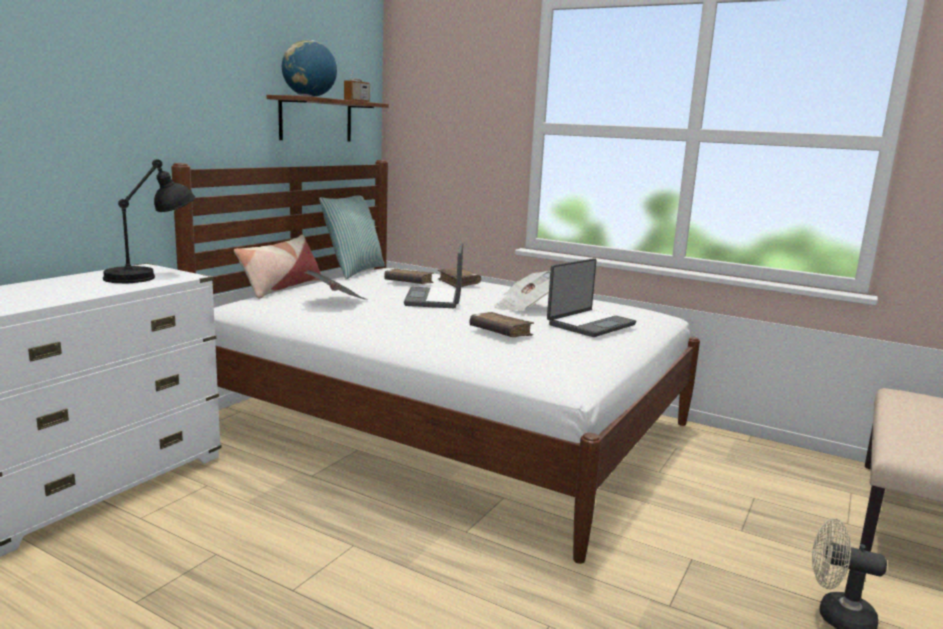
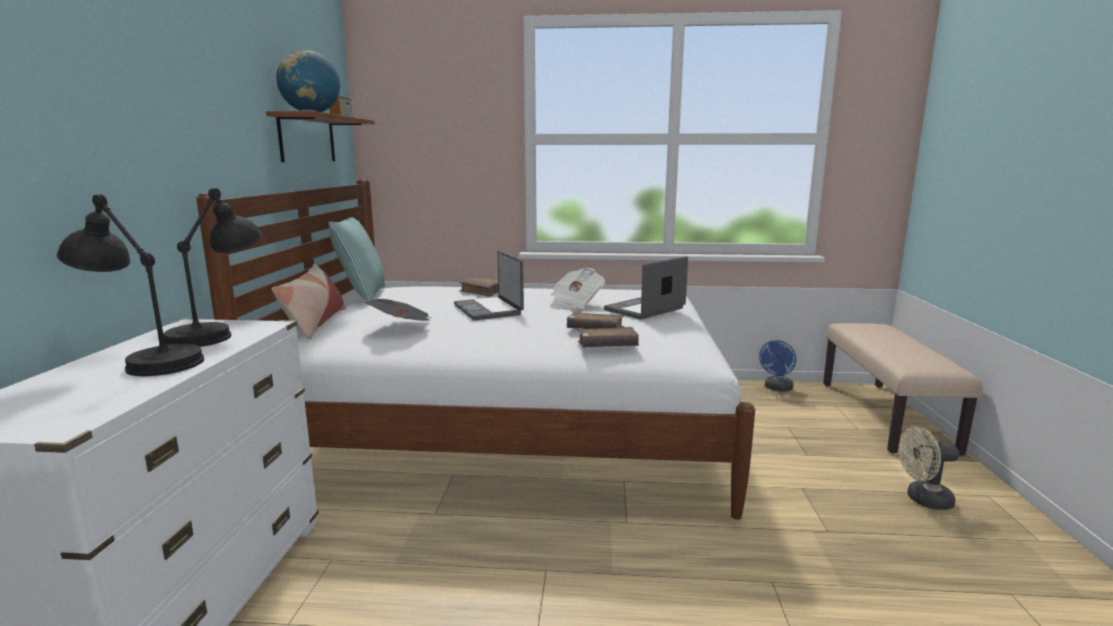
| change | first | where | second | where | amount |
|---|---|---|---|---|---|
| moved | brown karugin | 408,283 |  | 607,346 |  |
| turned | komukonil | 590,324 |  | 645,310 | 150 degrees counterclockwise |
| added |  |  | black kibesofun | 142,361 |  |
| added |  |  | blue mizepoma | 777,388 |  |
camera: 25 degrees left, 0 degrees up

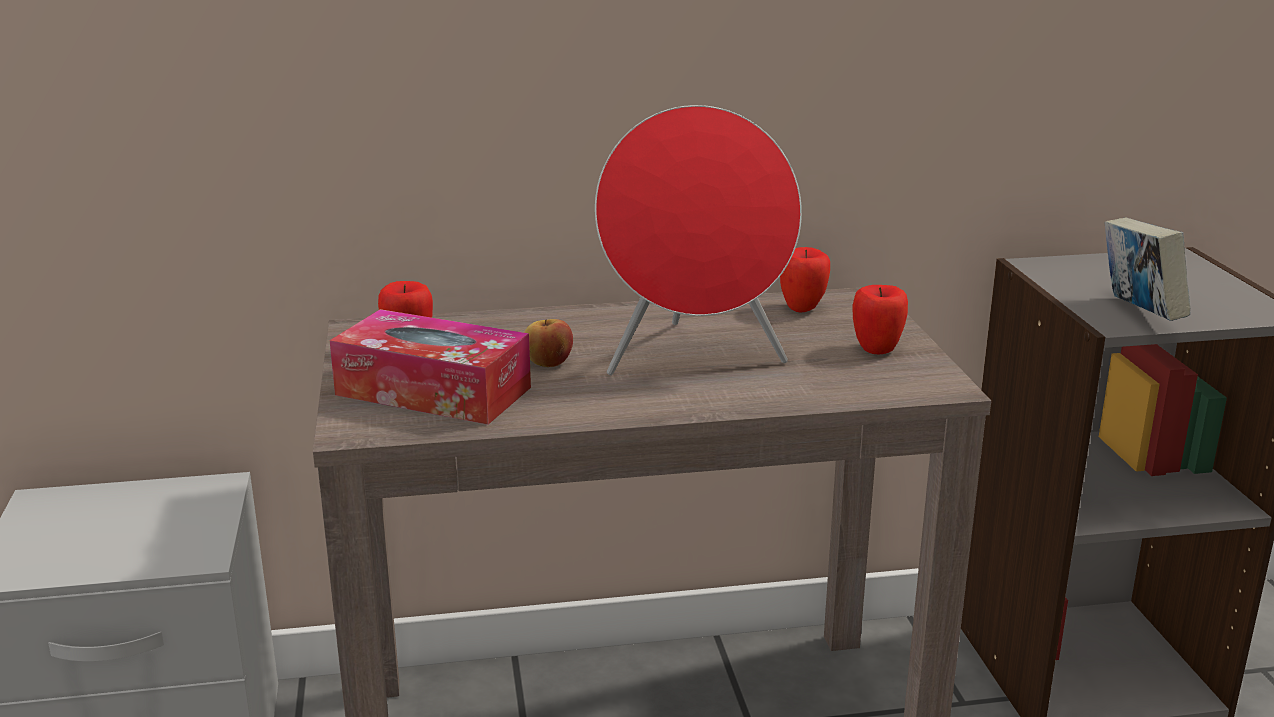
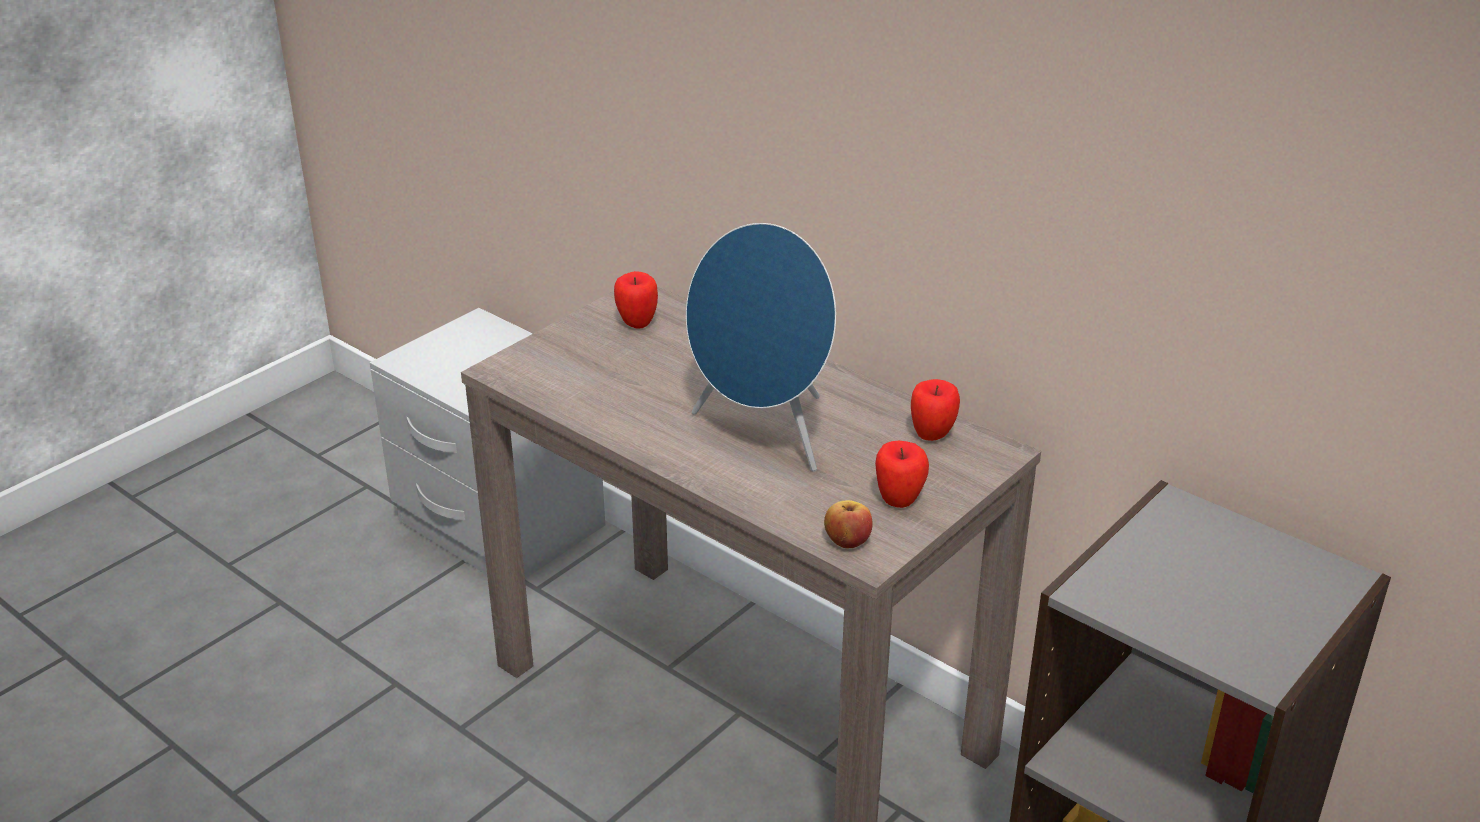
| change | first | where | second | where | amount |
|---|---|---|---|---|---|
| removed | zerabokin | 433,391 |  |  |  |
| moved | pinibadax | 548,363 |  | 847,541 |  |
| recoloured | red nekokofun | 694,361 | blue nekokofun | 764,434 |  |
| removed | karugin | 1138,315 |  |  |  |
camera: 50 degrees right, 10 degrees up

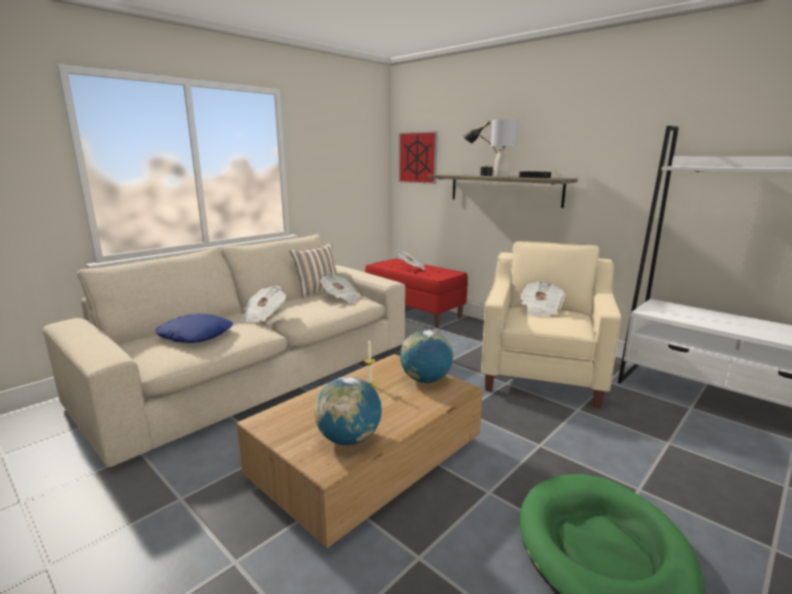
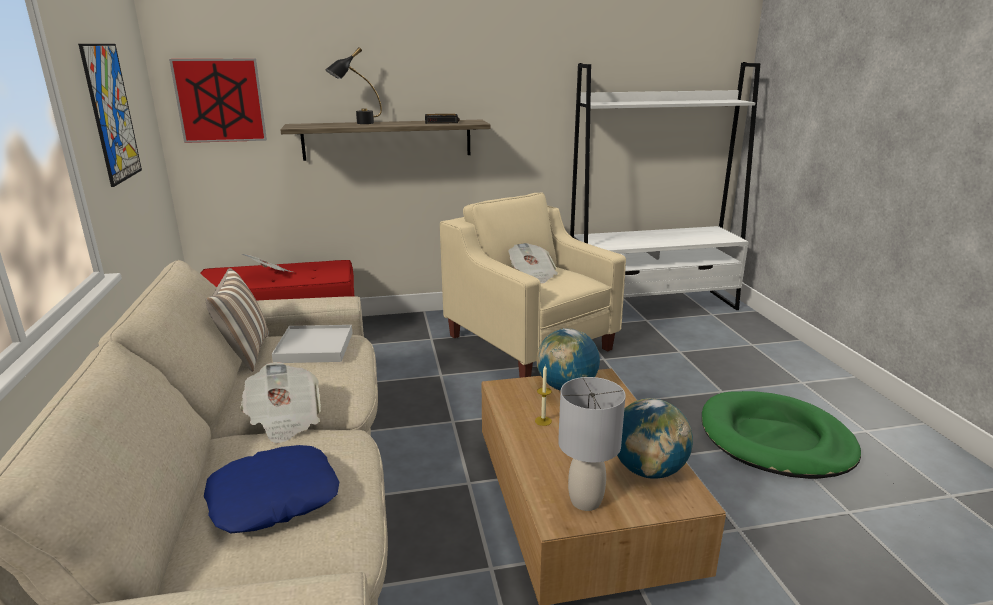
| change | first | where | second | where | amount |
|---|---|---|---|---|---|
| replaced | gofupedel | 341,298 | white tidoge | 315,347 |  |
| moved | grey kibesofun | 501,176 |  | 585,501 |  |
| added |  |  | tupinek | 112,113 |  |
camera: 55 degrees left, 5 degrees up

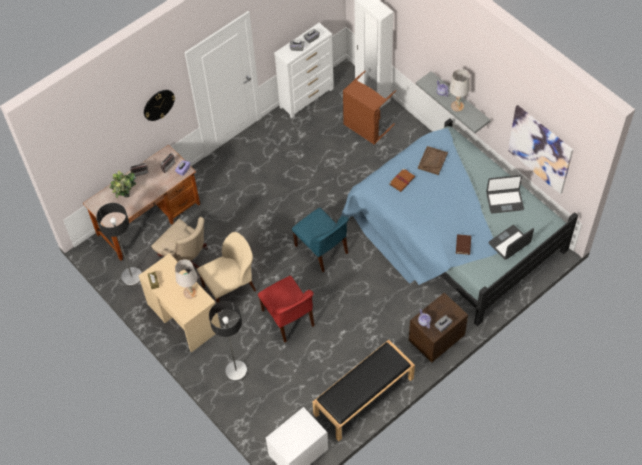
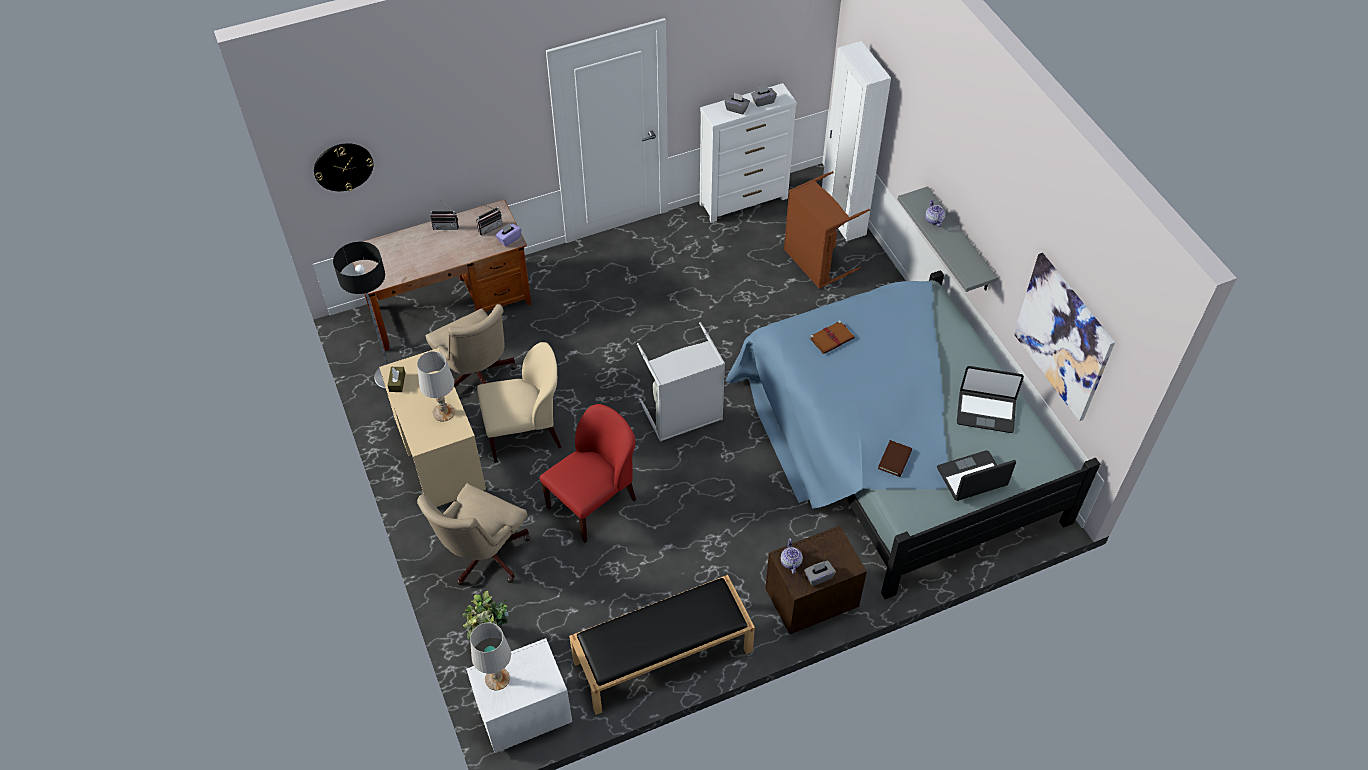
| change | first | where | second | where | amount |
|---|---|---|---|---|---|
| moved | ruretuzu | 128,201 |  | 491,642 |  |
| moved | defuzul | 158,104 |  | 343,166 |  |
| replaced | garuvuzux | 236,371 | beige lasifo | 482,557 |  |
| turned | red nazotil | 288,319 |  | 593,503 | 120 degrees counterclockwise |
| replaced | blue nazotil | 322,250 | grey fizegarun | 684,417 |  |
| removed | brown tidoge | 432,161 |  |  |  |
| moved | white kibesofun | 457,106 |  | 497,678 |  |
camera: 15 degrees right, 5 degrees down

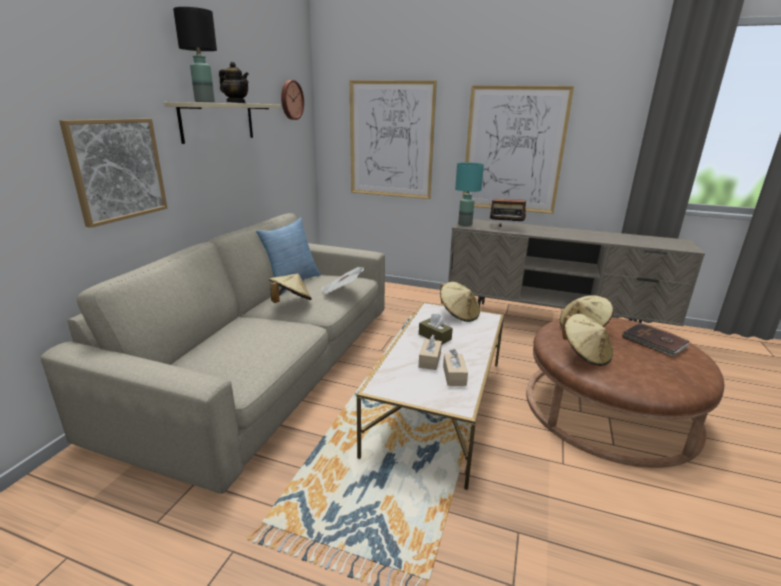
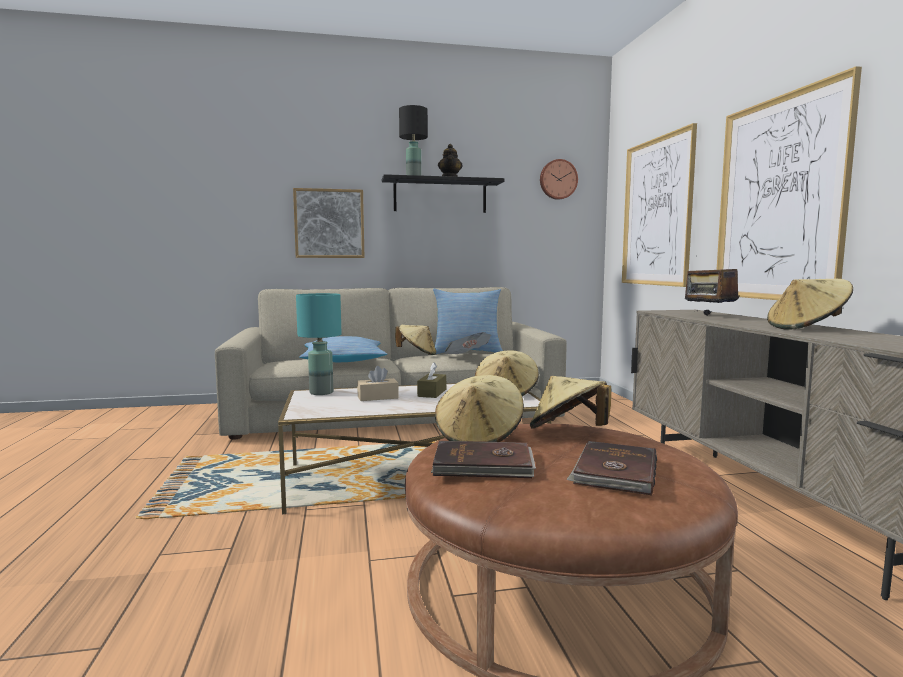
| change | first | where | second | where | amount |
|---|---|---|---|---|---|
| recoloured | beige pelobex | 218,121 | black pelobex | 440,196 |  |
| removed | beige zerabokin | 454,376 |  |  |  |
| moved | turquoise kibesofun | 465,224 |  | 322,392 |  |
| added |  |  | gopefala | 343,361 |  |
| added |  |  | brown karugin | 483,465 |  |
| added |  |  | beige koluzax | 806,328 |  |
camera: 60 degrees right, 15 degrees down

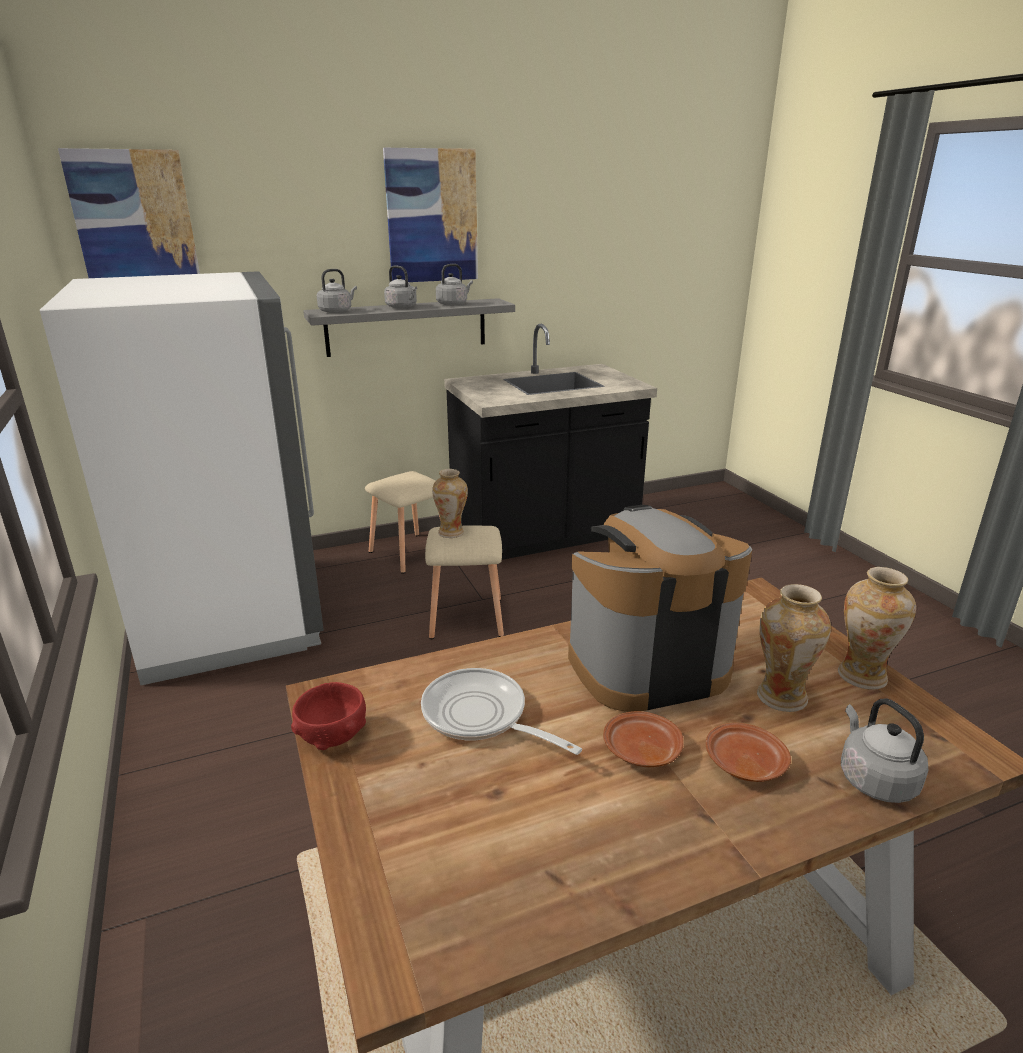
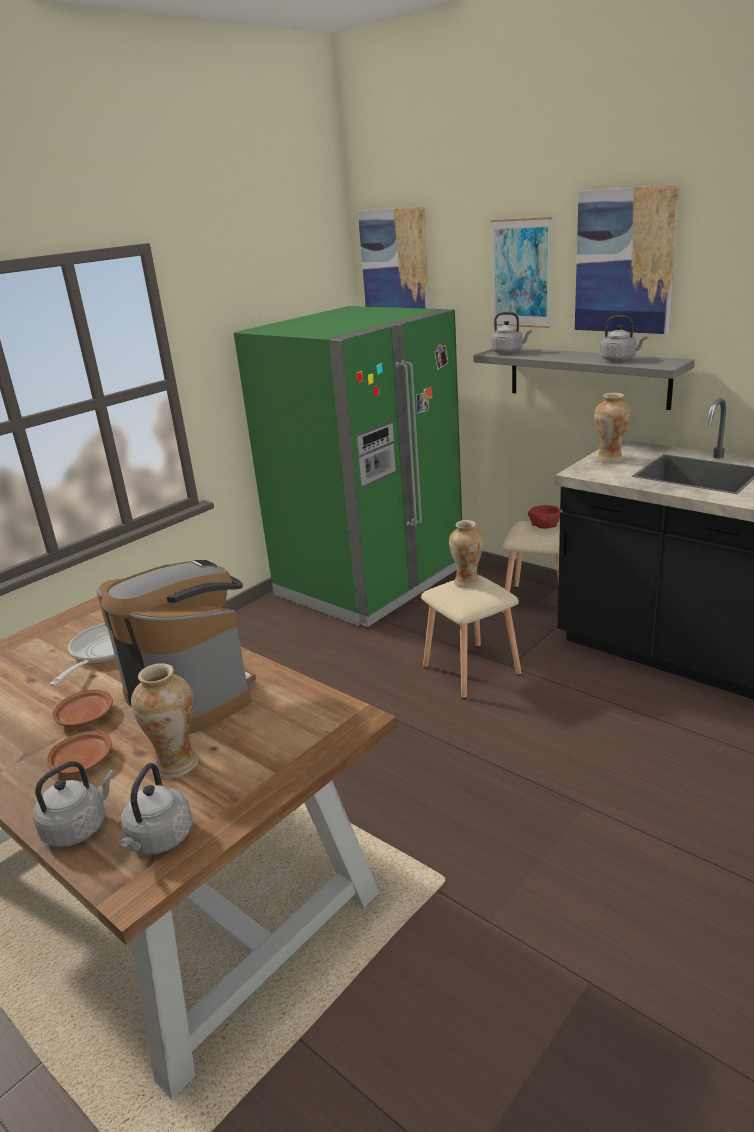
| change | first | where | second | where | amount |
|---|---|---|---|---|---|
| recoloured | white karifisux | 232,615 | green karifisux | 370,582 |  |
| moved | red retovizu | 333,736 |  | 544,527 |  |
| moved | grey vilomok | 402,307 |  | 159,840 |  |
| moved | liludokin | 861,676 |  | 609,459 |  |
| added |  |  | tupinek | 521,273 |  |
camera: 65 degrees right, 0 degrees up

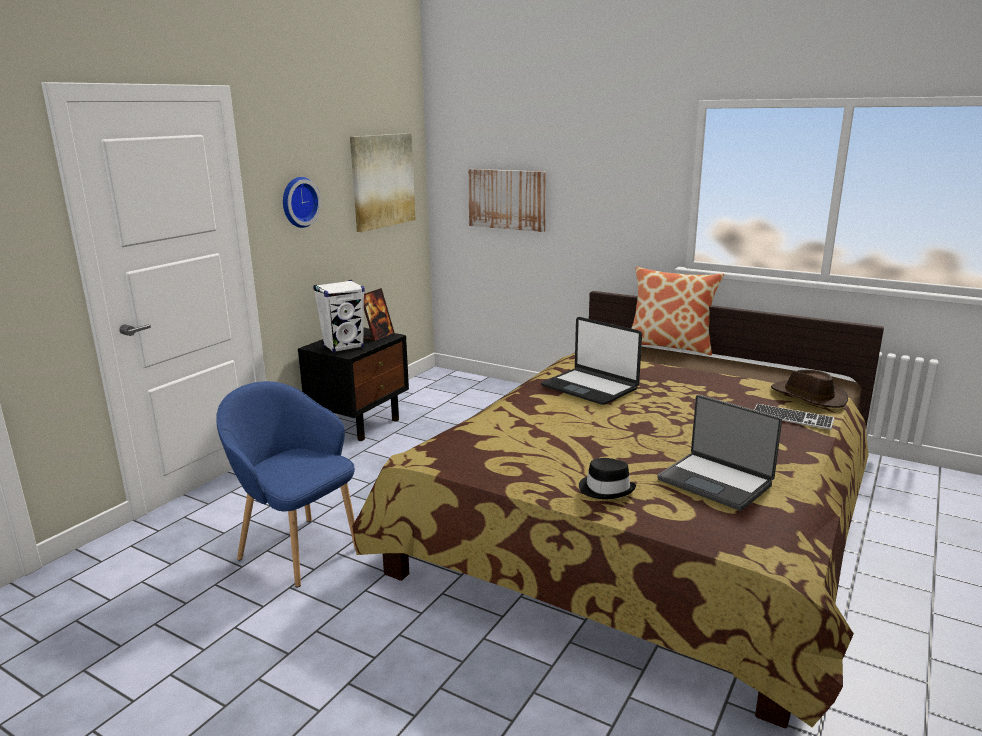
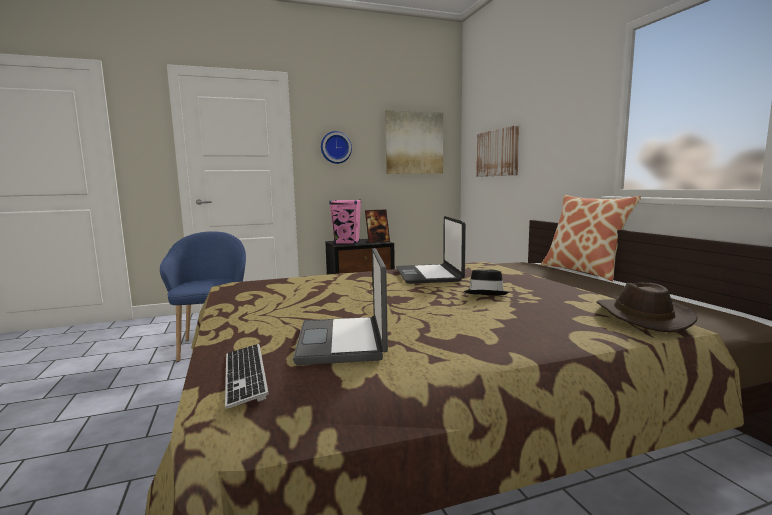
| change | first | where | second | where | amount |
|---|---|---|---|---|---|
| recoloured | white nekokofun | 343,347 | pink nekokofun | 347,243 |  |
| moved | black koluzax | 606,489 |  | 486,293 |  |
| moved | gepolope | 792,418 |  | 245,375 |  |
camera: 40 degrees right, 10 degrees down

